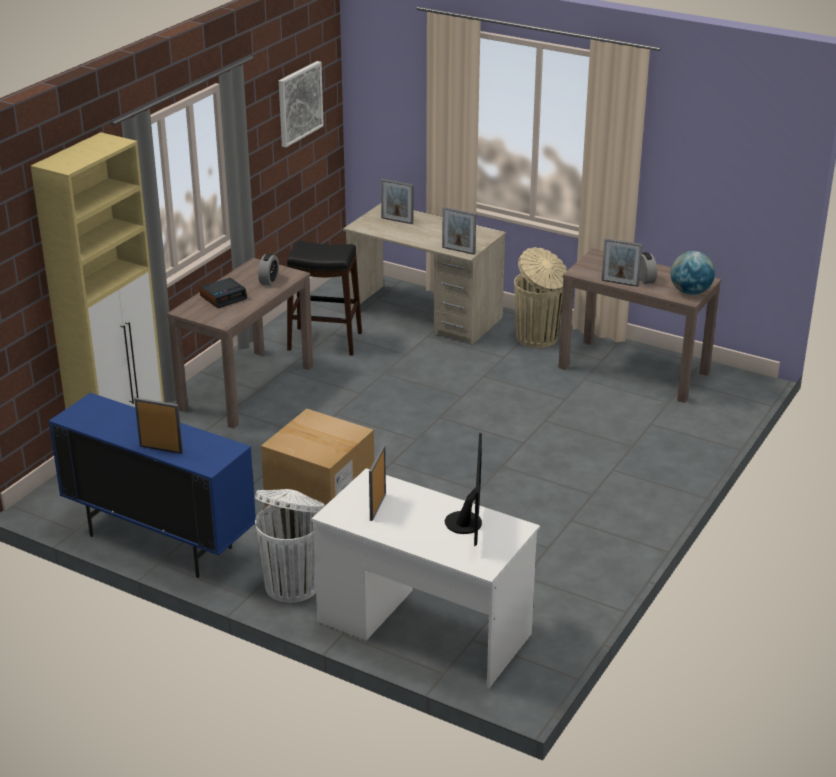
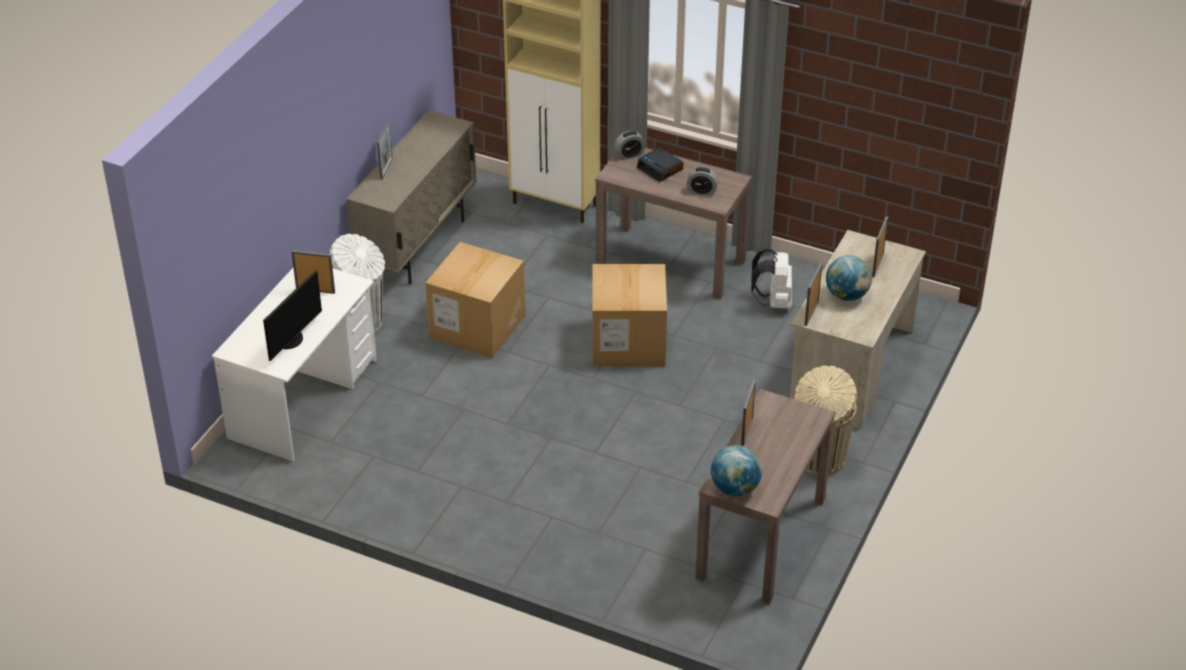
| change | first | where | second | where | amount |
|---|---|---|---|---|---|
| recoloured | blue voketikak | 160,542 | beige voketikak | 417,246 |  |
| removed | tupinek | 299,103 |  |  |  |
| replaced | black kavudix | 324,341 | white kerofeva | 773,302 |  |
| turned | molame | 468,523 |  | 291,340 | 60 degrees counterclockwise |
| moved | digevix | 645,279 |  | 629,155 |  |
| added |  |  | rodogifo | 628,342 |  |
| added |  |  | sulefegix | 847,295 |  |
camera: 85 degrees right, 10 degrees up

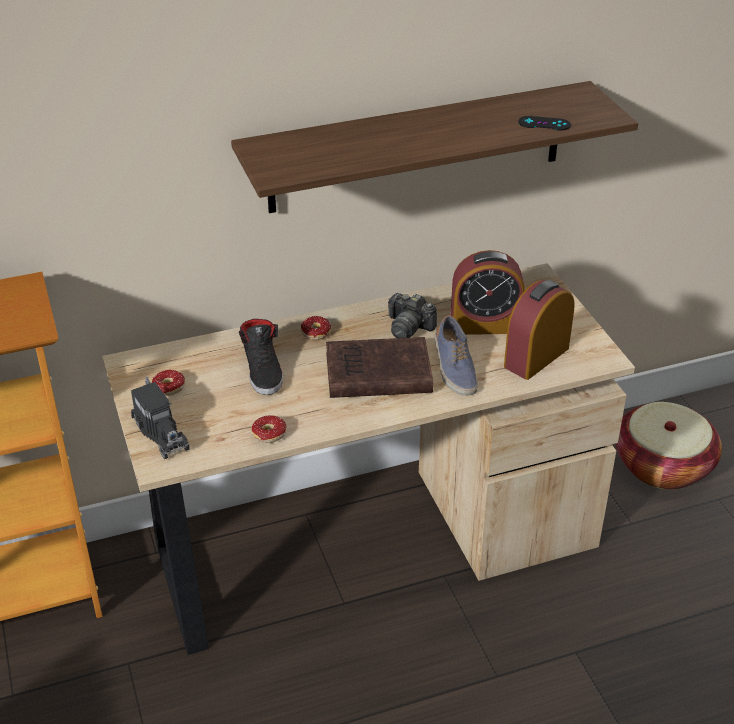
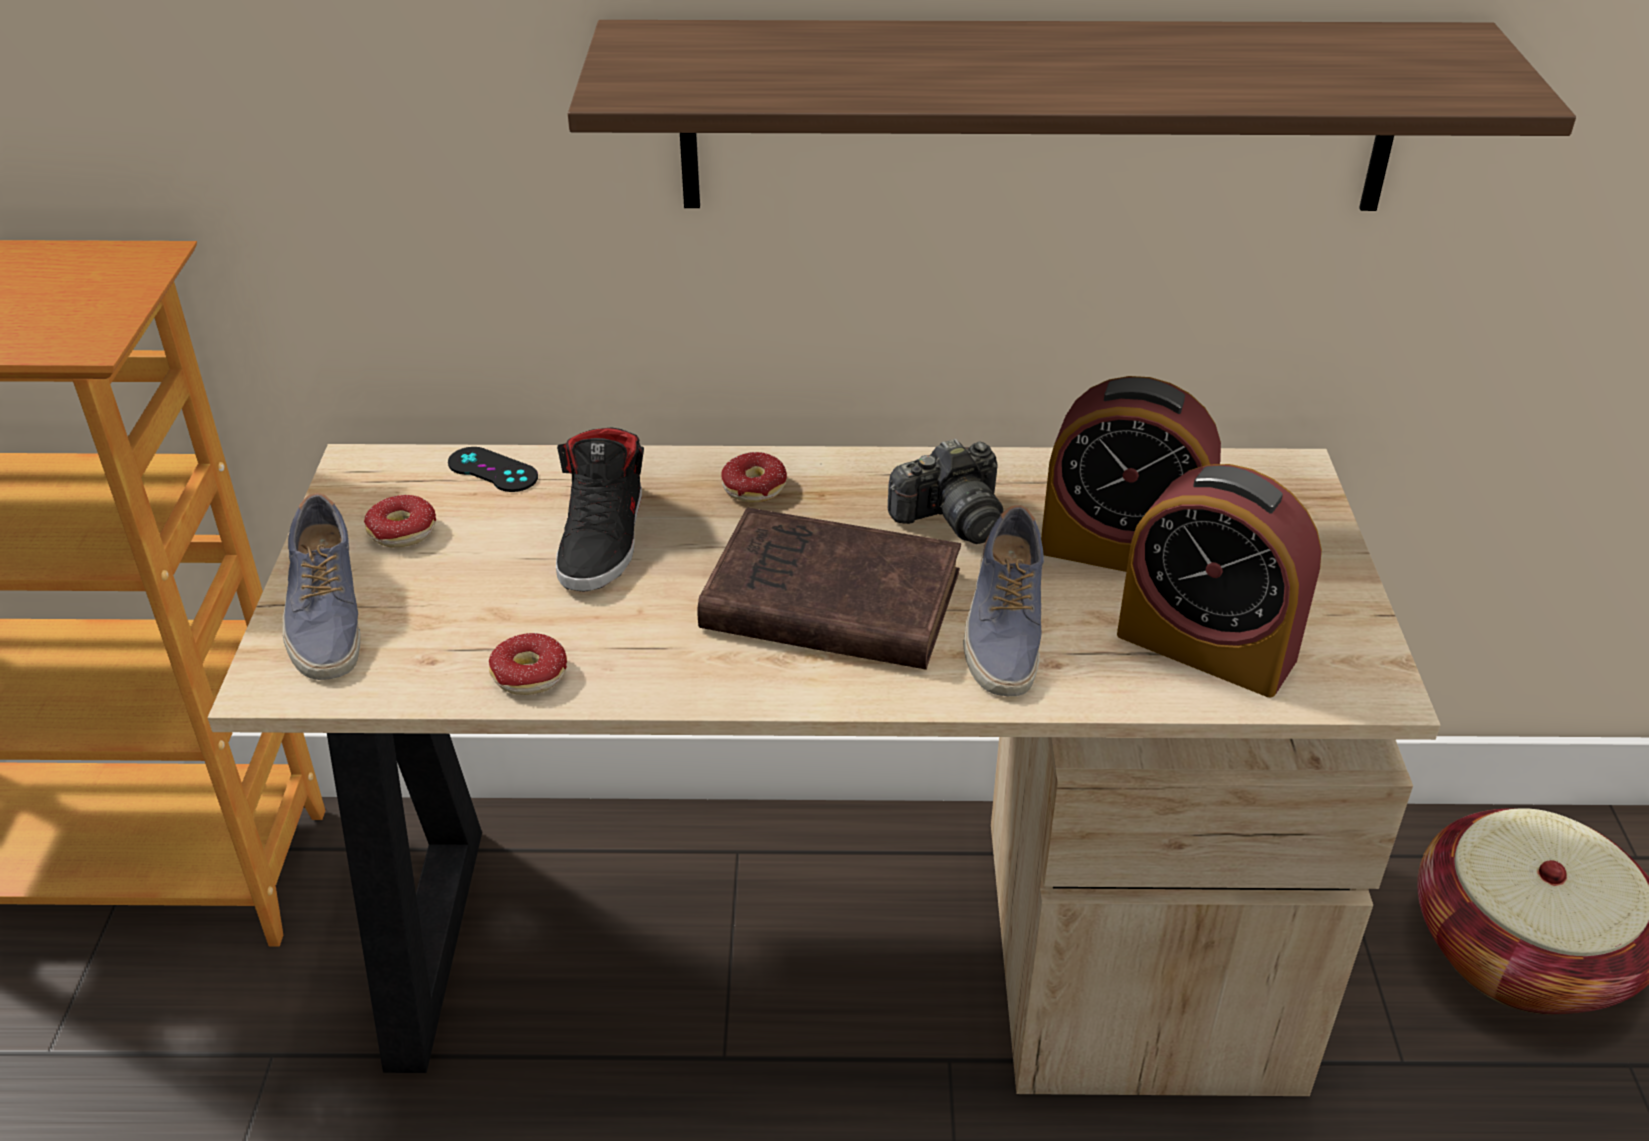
| change | first | where | second | where | amount |
|---|---|---|---|---|---|
| replaced | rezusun | 160,431 | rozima | 325,615 |  |
| turned | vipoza | 408,327 |  | 951,518 | 75 degrees counterclockwise |
| turned | digevix | 536,357 |  | 1206,646 | 120 degrees counterclockwise |
| moved | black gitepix | 544,124 |  | 492,470 |  |
camera: 20 degrees right, 0 degrees up

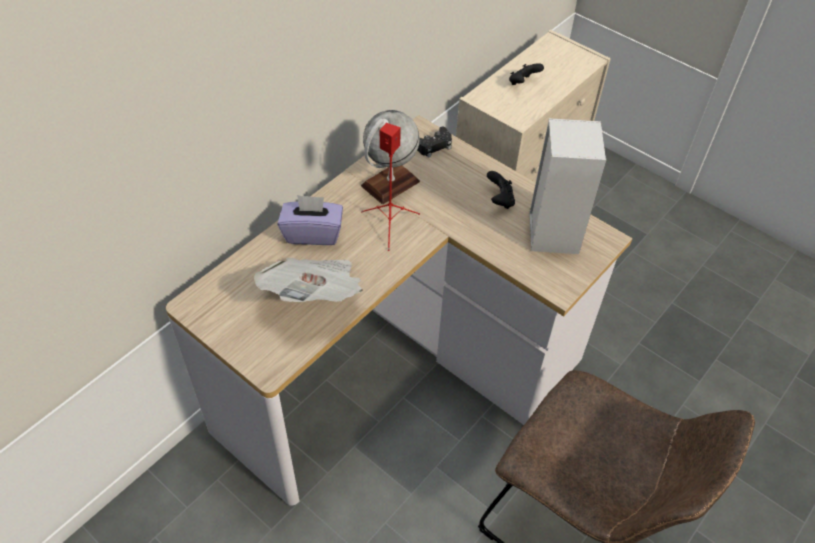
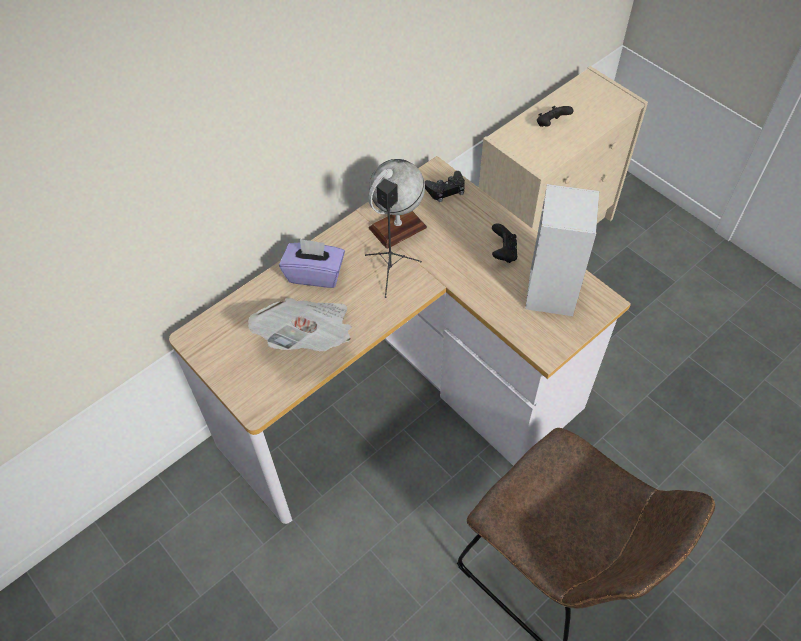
| change | first | where | second | where | amount |
|---|---|---|---|---|---|
| recoloured | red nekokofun | 390,224 | black nekokofun | 391,270 |  |
camera: 10 degrees right, 5 degrees up

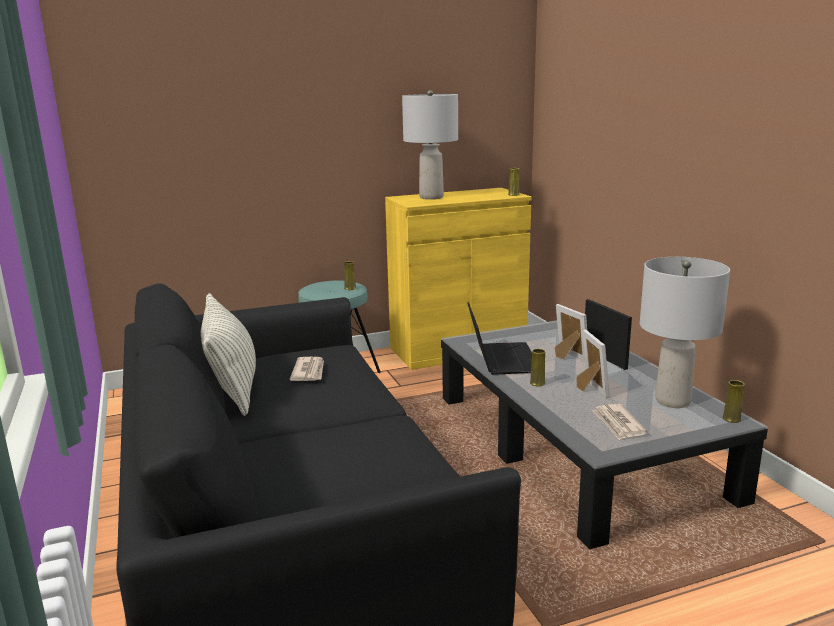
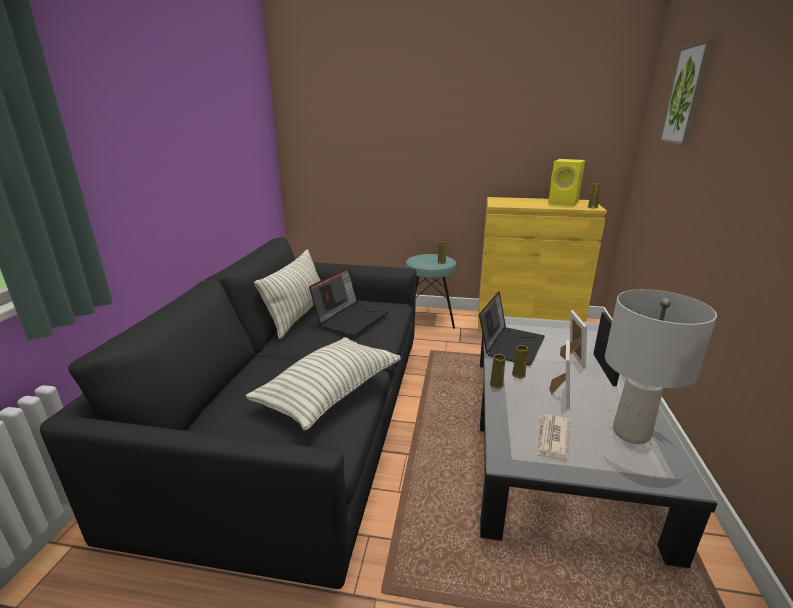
| change | first | where | second | where | amount |
|---|---|---|---|---|---|
| replaced | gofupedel | 309,371 | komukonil | 351,318 |  |
| removed | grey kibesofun | 431,197 |  |  |  |
| moved | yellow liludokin | 731,419 |  | 496,384 |  |
| added |  |  | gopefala | 330,393 |  |
| added |  |  | yellow nekokofun | 564,203 |  |
| added |  |  | tupinek | 686,95 |  |
camera: 30 degrees right, 5 degrees up

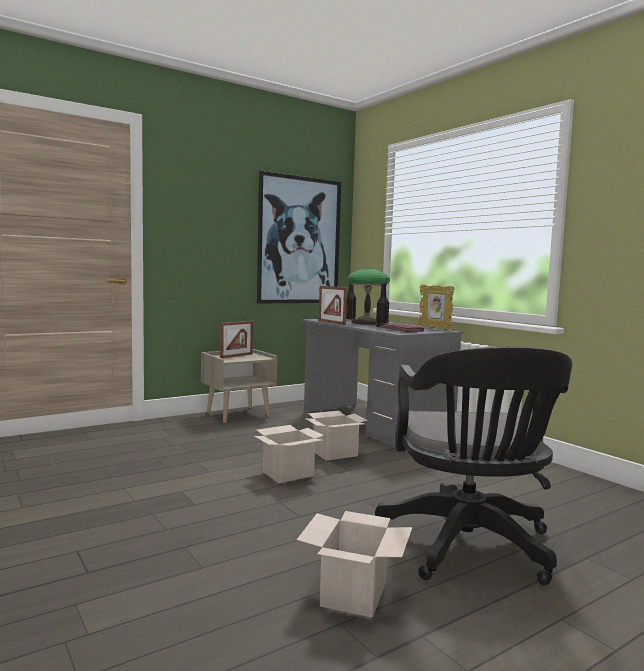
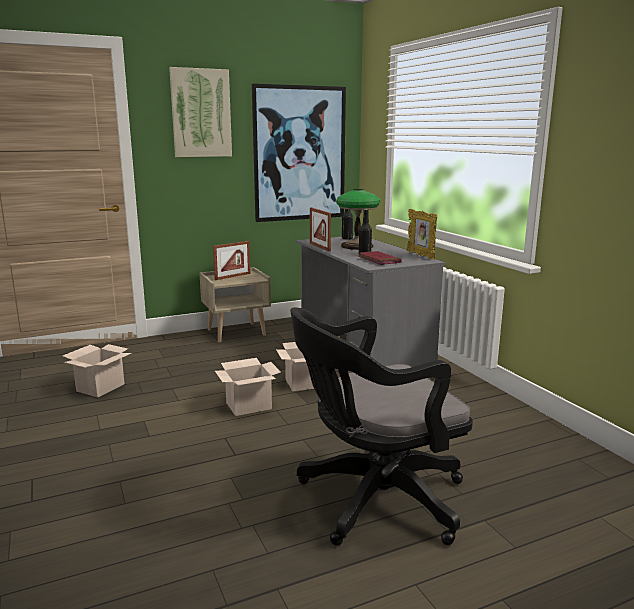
| change | first | where | second | where | amount |
|---|---|---|---|---|---|
| moved | rodogifo | 353,593 |  | 101,387 |  |
| turned | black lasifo | 469,548 |  | 374,500 | 60 degrees clockwise |
| added |  |  | tupinek | 201,113 |  |
camera: 10 degrees right, 10 degrees up

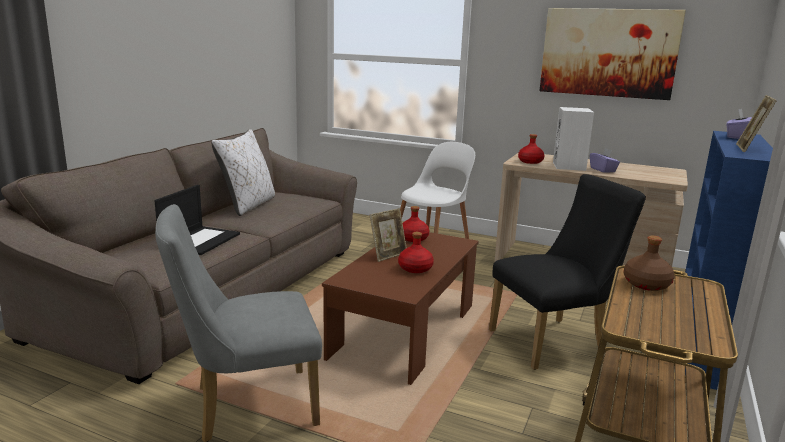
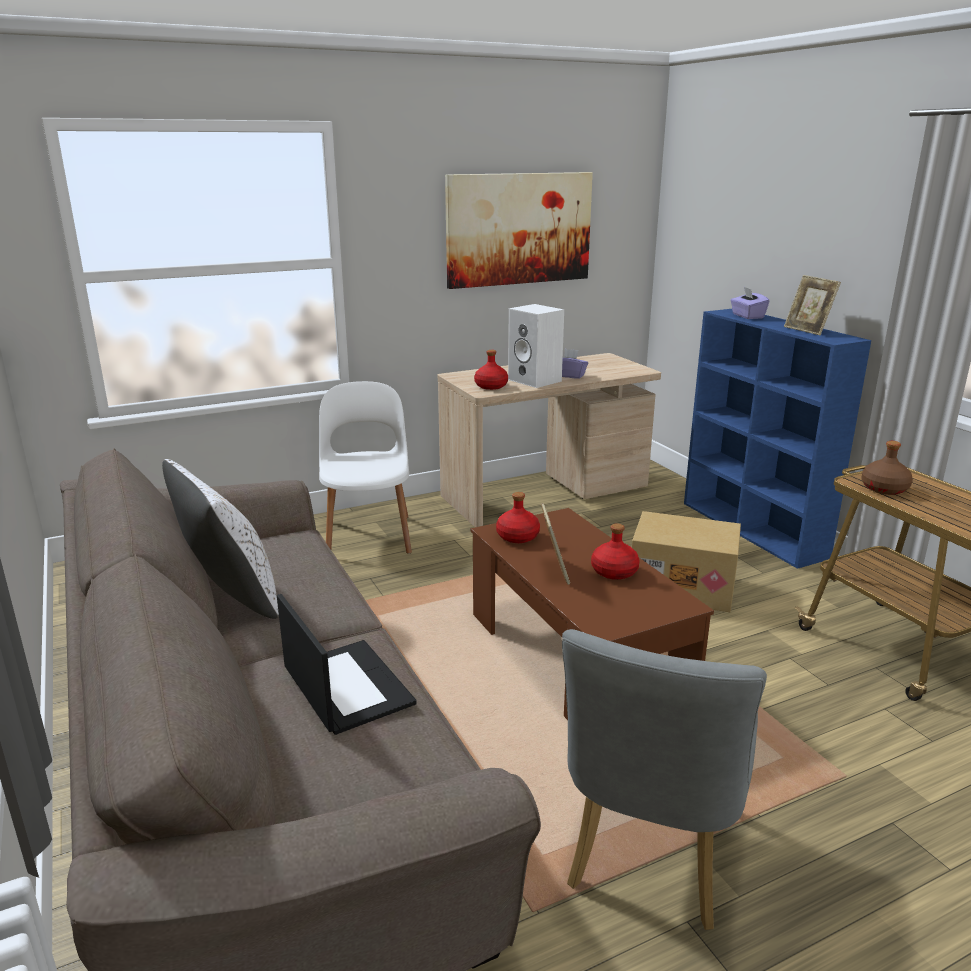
| change | first | where | second | where | amount |
|---|---|---|---|---|---|
| replaced | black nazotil | 554,341 | rodogifo | 682,586 |  |
camera: 50 degrees left, 5 degrees up

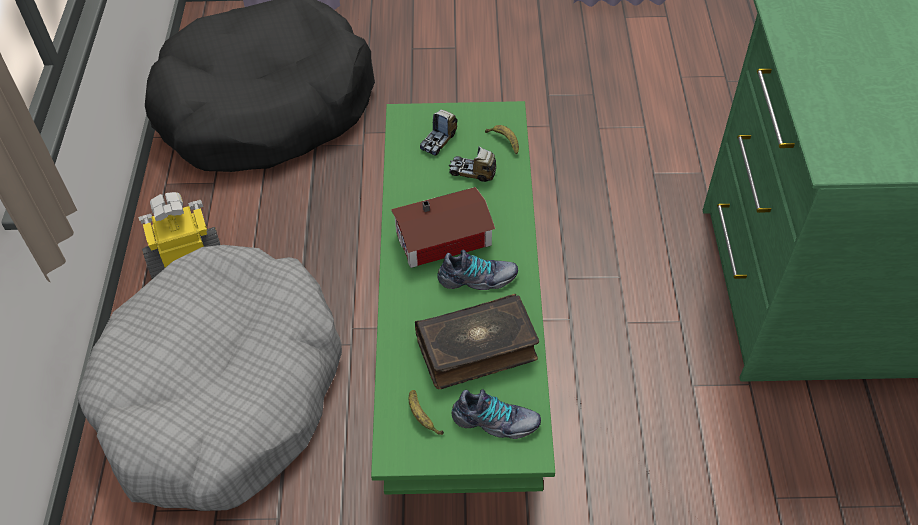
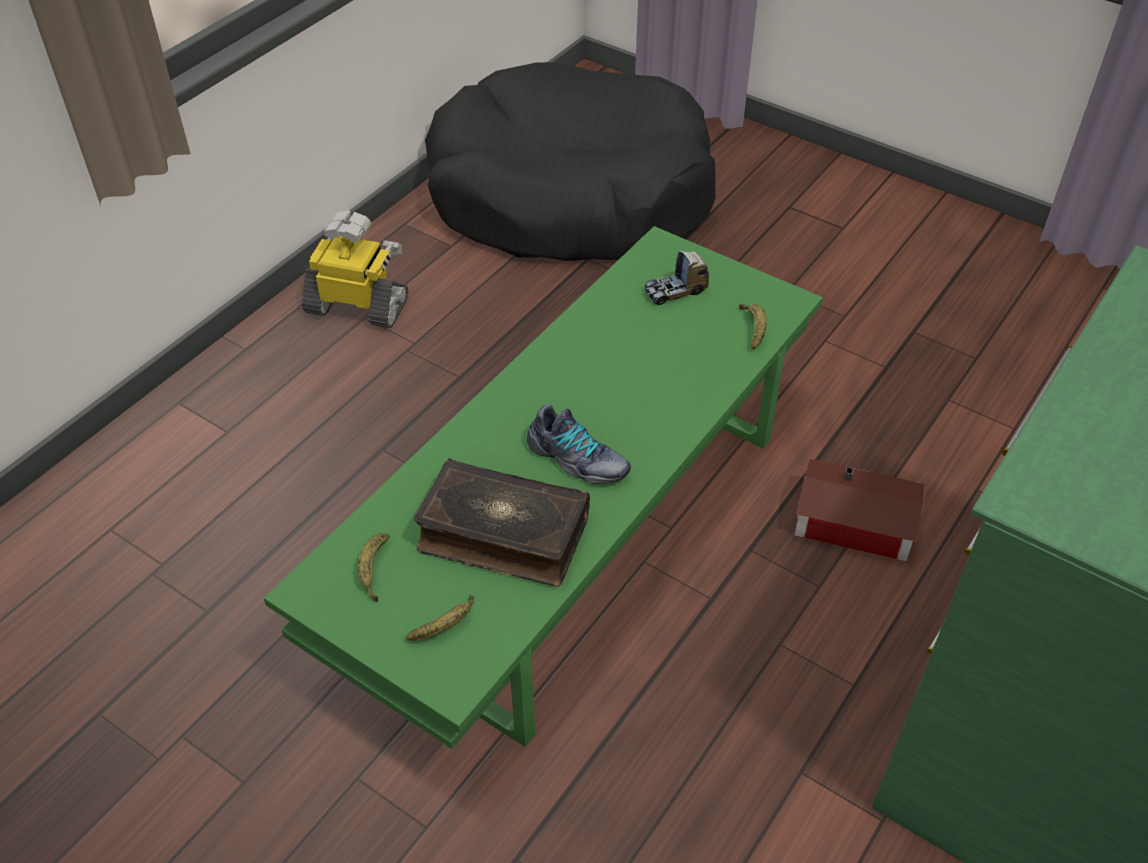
| change | first | where | second | where | amount |
|---|---|---|---|---|---|
| removed | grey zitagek | 223,393 |  |  |  |
| moved | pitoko | 446,239 |  | 857,527 |  |
| removed | rezusun | 472,172 |  |  |  |
| replaced | rozima | 495,422 | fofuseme | 446,626 |  |
camera: 35 degrees right, 5 degrees down

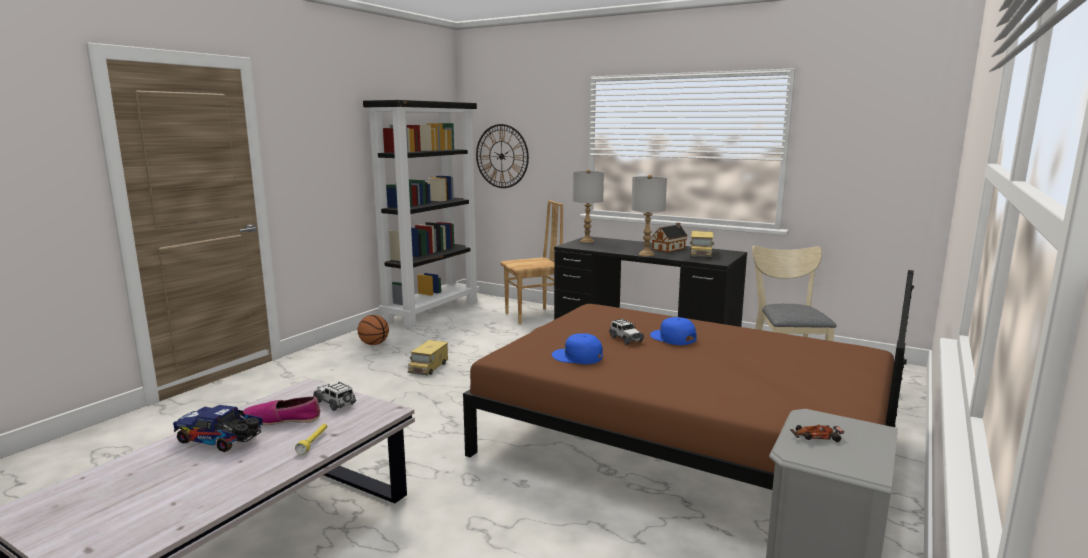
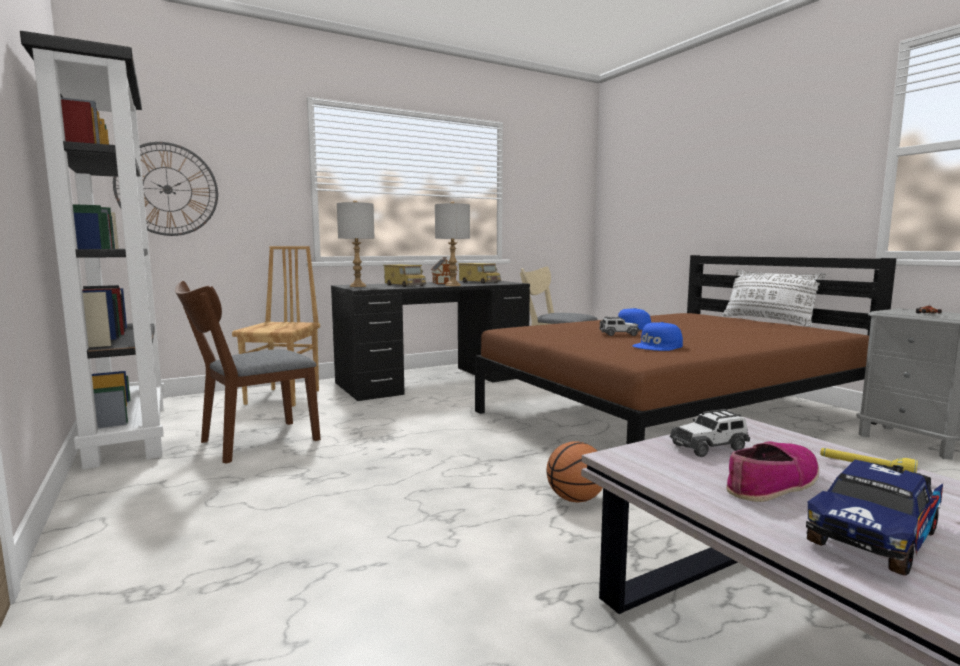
| change | first | where | second | where | amount |
|---|---|---|---|---|---|
| turned | rozima | 282,419 |  | 772,482 | 150 degrees counterclockwise |
| moved | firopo | 374,344 |  | 575,499 |  |
| moved | rezusun | 429,367 |  | 404,285 |  |
| added |  |  | brown nazotil | 251,443 |  |
| added |  |  | white gopefala | 768,321 |  |
camera: 60 degrees left, 5 degrees down

